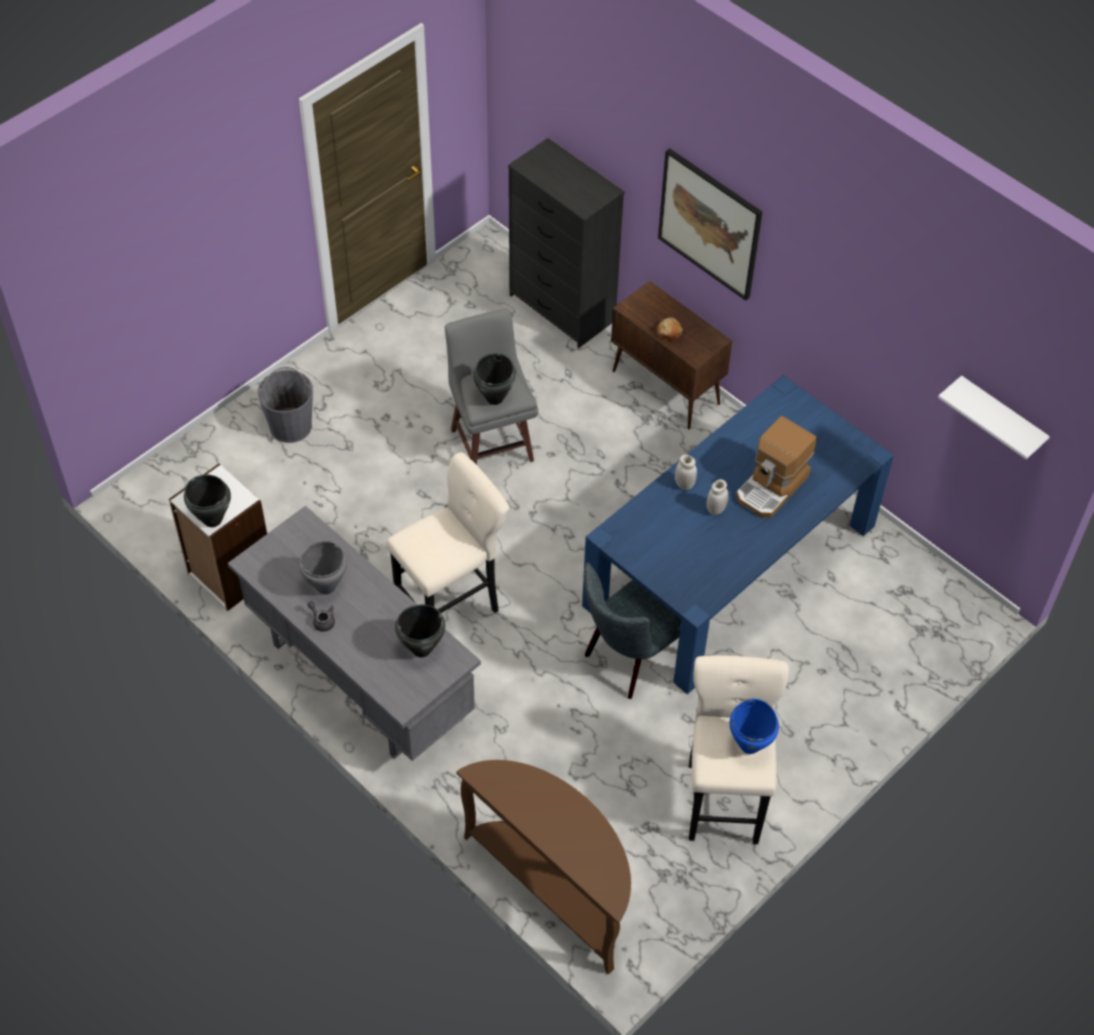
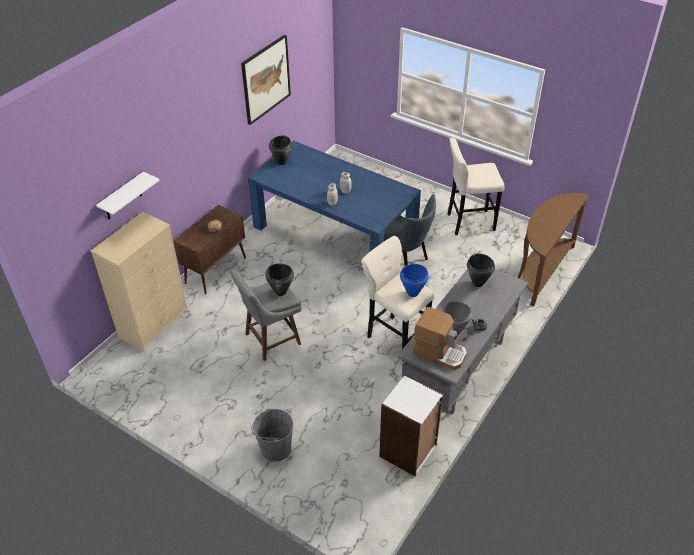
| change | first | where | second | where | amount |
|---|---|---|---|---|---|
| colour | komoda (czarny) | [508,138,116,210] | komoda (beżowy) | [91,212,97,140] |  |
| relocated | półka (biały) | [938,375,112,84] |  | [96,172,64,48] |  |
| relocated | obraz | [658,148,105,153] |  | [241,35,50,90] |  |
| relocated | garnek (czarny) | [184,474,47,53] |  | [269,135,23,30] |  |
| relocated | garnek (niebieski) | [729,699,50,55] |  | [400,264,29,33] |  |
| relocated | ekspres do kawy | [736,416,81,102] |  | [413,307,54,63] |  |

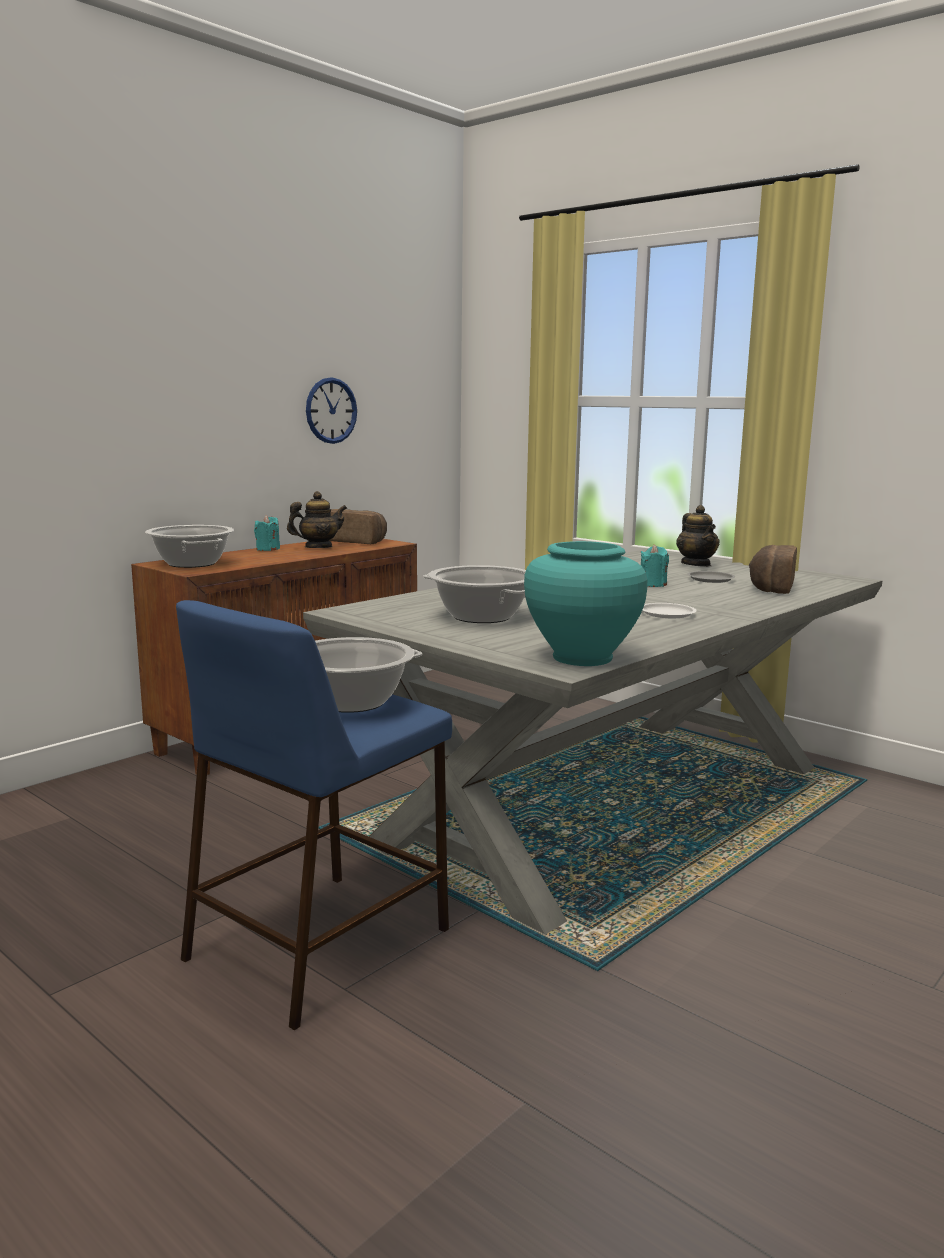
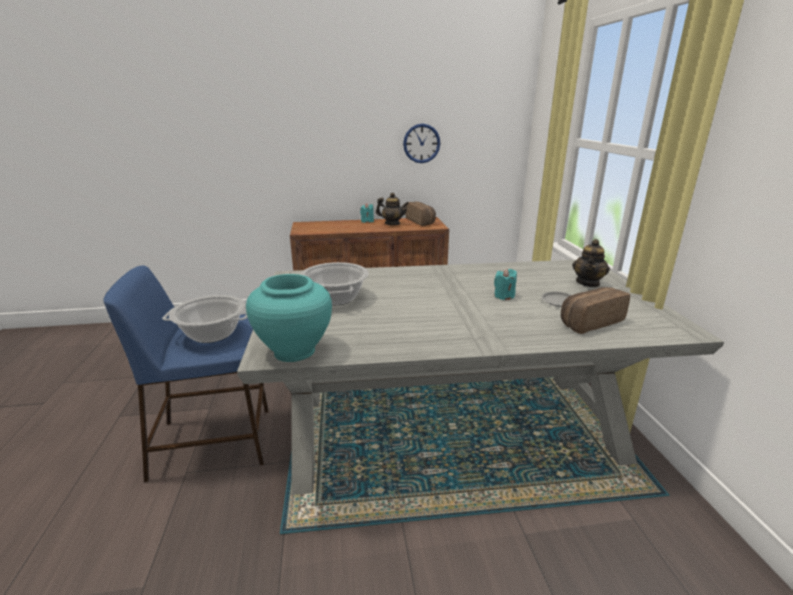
| change | first | where | second | where | amount |
|---|---|---|---|---|---|
| missing | garnek | [145,525,89,43] |  |  |  |
| missing | talerz (biały) | [643,603,54,15] |  |  |  |

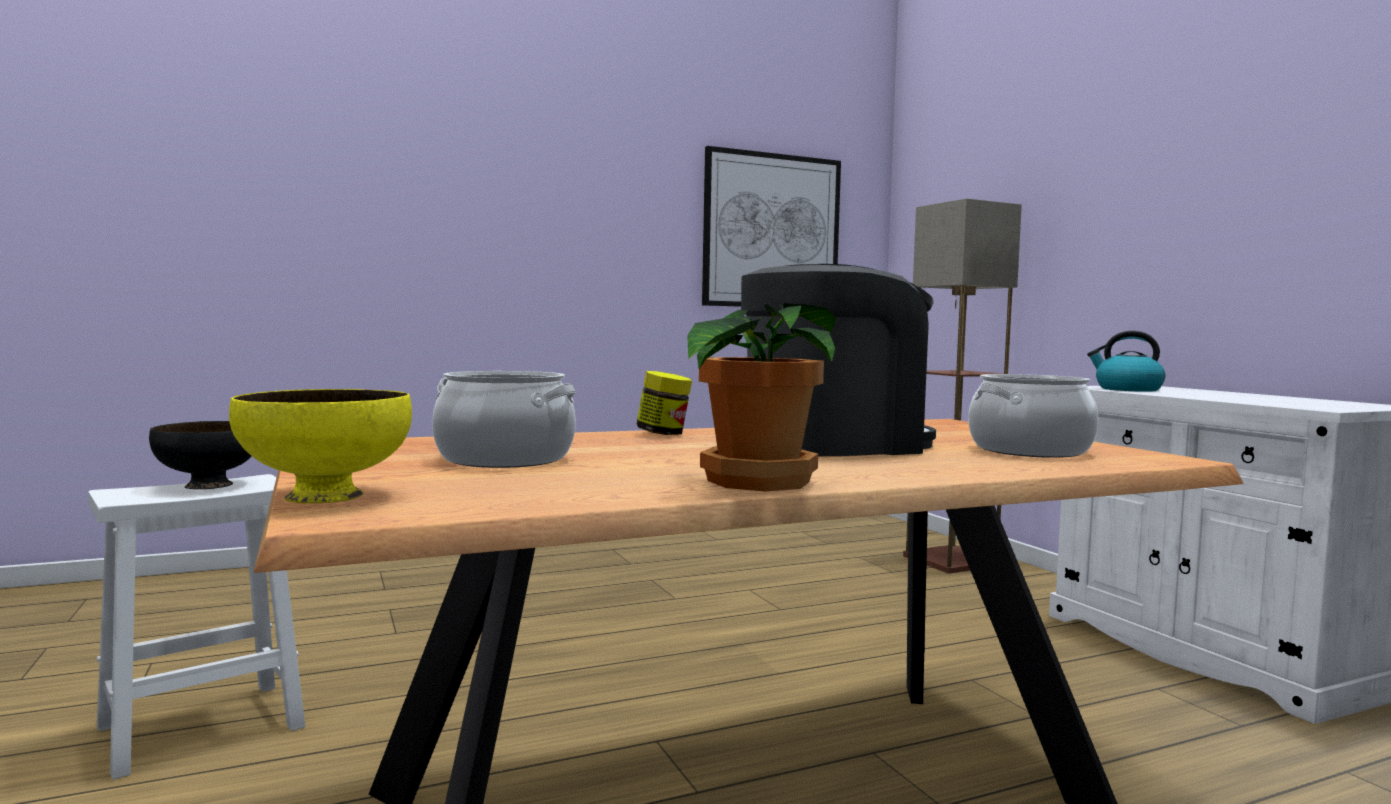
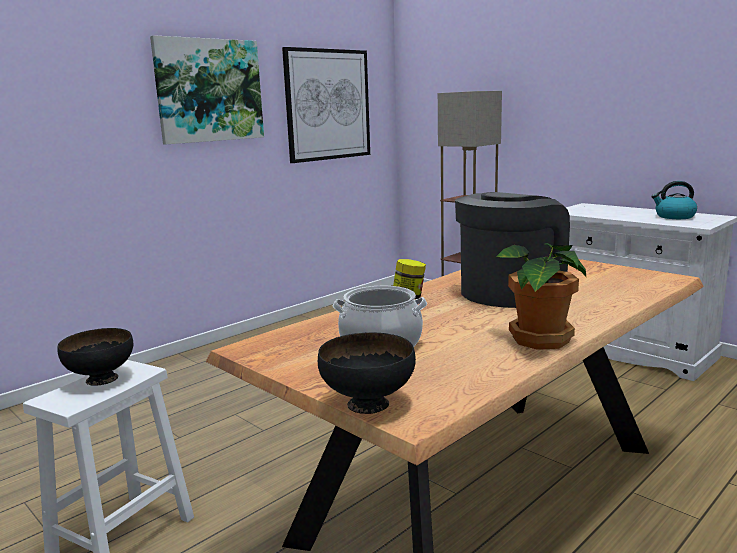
| change | first | where | second | where | amount |
|---|---|---|---|---|---|
| appeared |  |  | obraz | [150,35,114,109] |  |
| colour | miska (żółty) | [229,389,183,114] | miska (czarny) | [318,333,98,81] |  |
| relocated | czajnik | [1087,331,78,61] |  | [651,181,46,38] |  |
| missing | garnek | [968,374,131,84] |  |  |  |

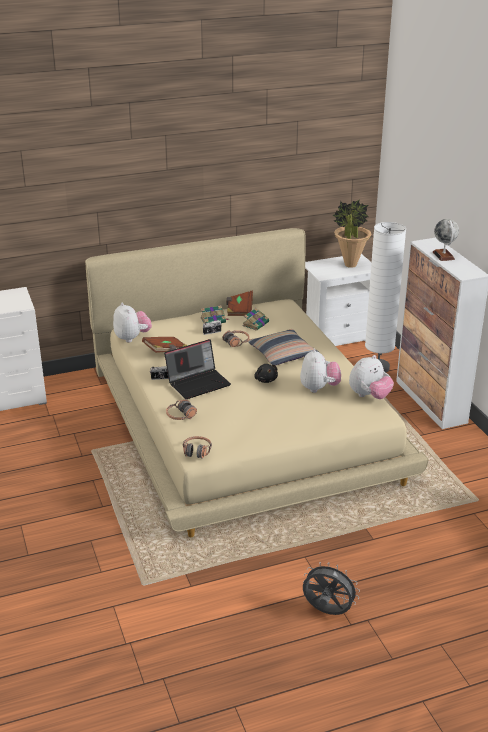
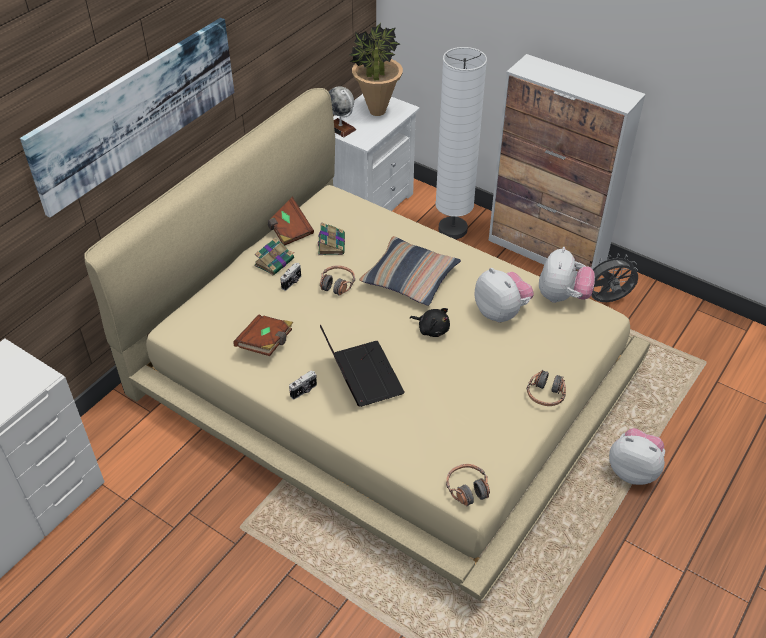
| change | first | where | second | where | amount |
|---|---|---|---|---|---|
| appeared |  |  | obraz | [20,18,214,199] |  |
| spun | laptop | [164,339,67,60] |  | [320,325,85,82] | 45 degrees counterclockwise |
| relocated | globus | [433,219,26,42] |  | [329,87,27,50] |  |
| relocated | słuchawki | [166,399,31,21] |  | [527,370,39,36] |  |
| relocated | wentylator (szary) | [303,562,57,53] |  | [591,253,47,49] |  |
| relocated | pluszak | [113,302,39,41] |  | [609,428,56,57] |  |

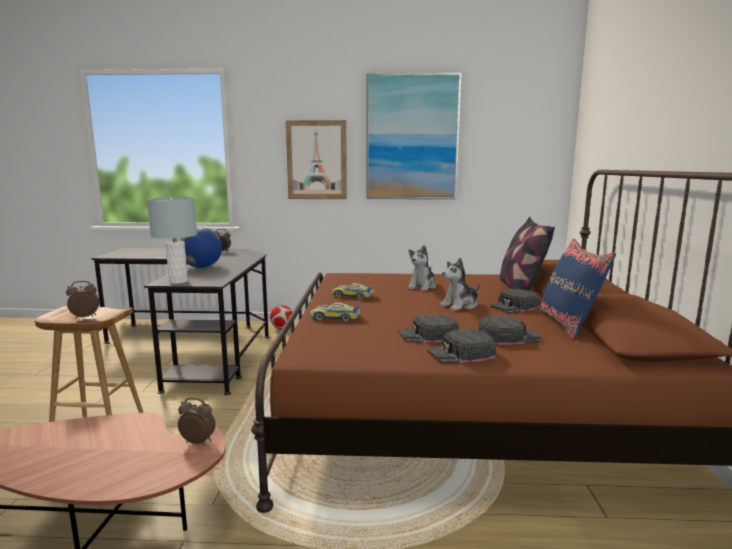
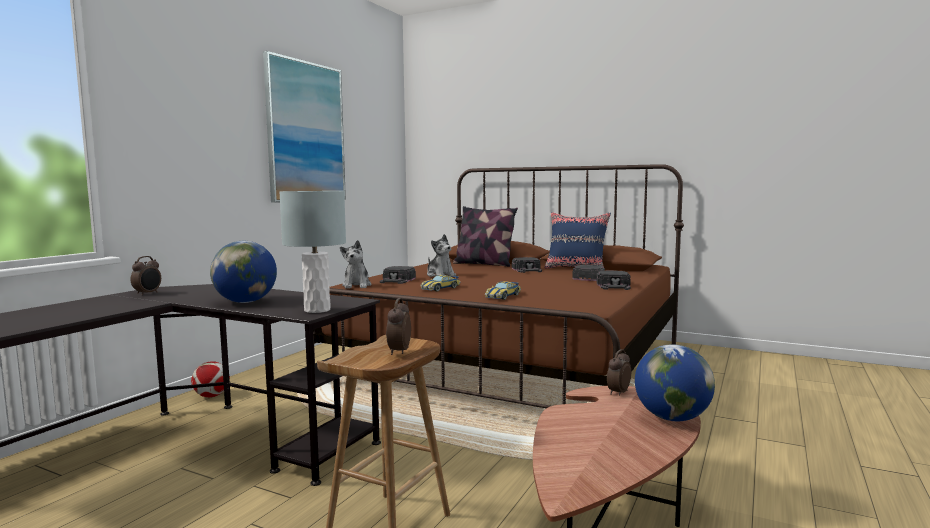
| change | first | where | second | where | amount |
|---|---|---|---|---|---|
| relocated | pluszak | [440,258,40,53] |  | [340,240,31,49] |  |
| relocated | czapka z daszkiem (czarny) | [398,314,61,29] |  | [380,266,36,18] |  |
| appeared |  |  | globus | [635,344,80,77] |  |
| missing | obraz | [286,120,61,79] |  |  |  |

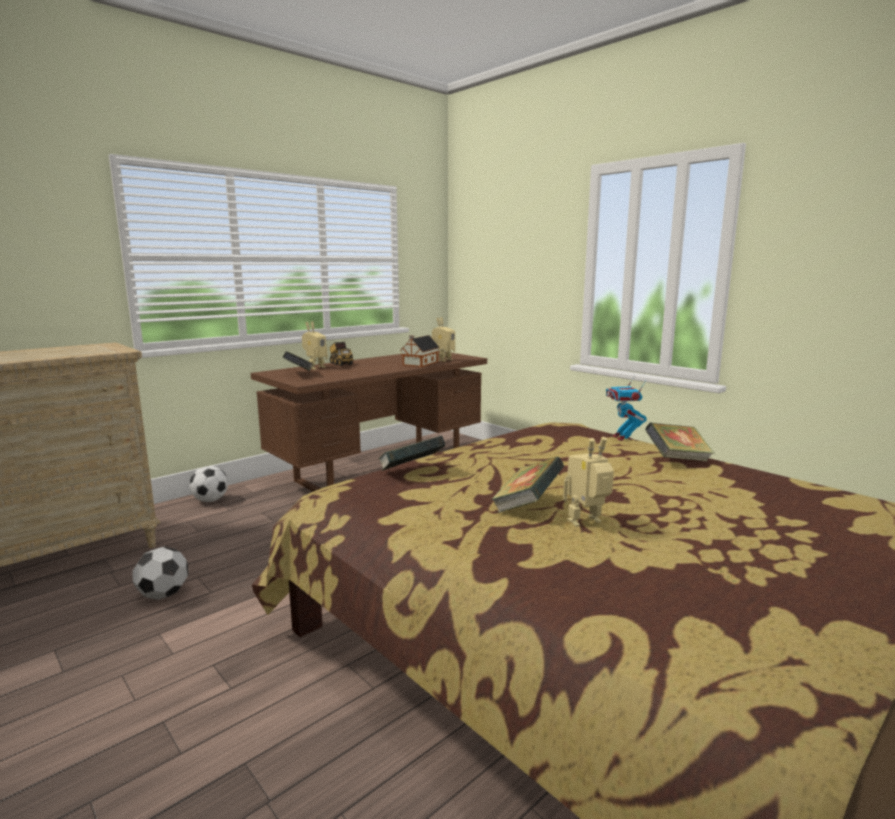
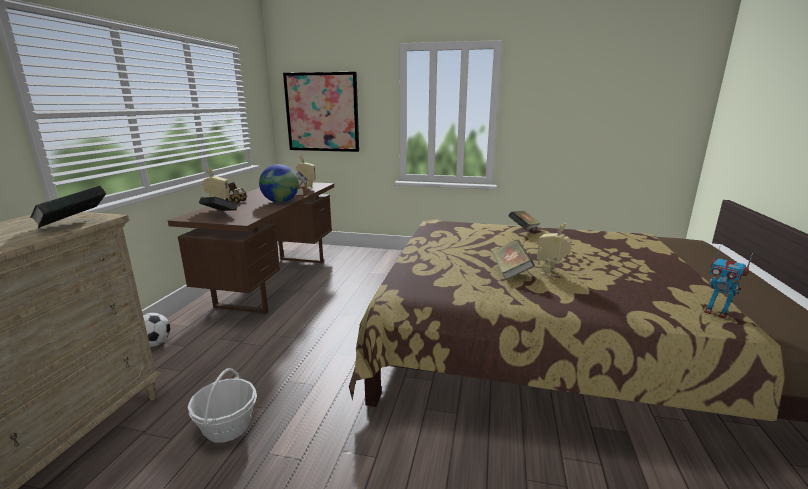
| change | first | where | second | where | amount |
|---|---|---|---|---|---|
| relocated | książka | [378,435,67,36] |  | [30,185,76,43] |  |
| exchanged | piłka futbolowa | [132,546,56,54] | koszyk | [187,368,70,75] |  |
| appeared |  |  | globus | [259,164,40,39] |  |
| appeared |  |  | obraz | [283,72,76,80] |  |
| relocated | robot zabawkowy | [606,375,41,66] |  | [704,247,49,72] |  |

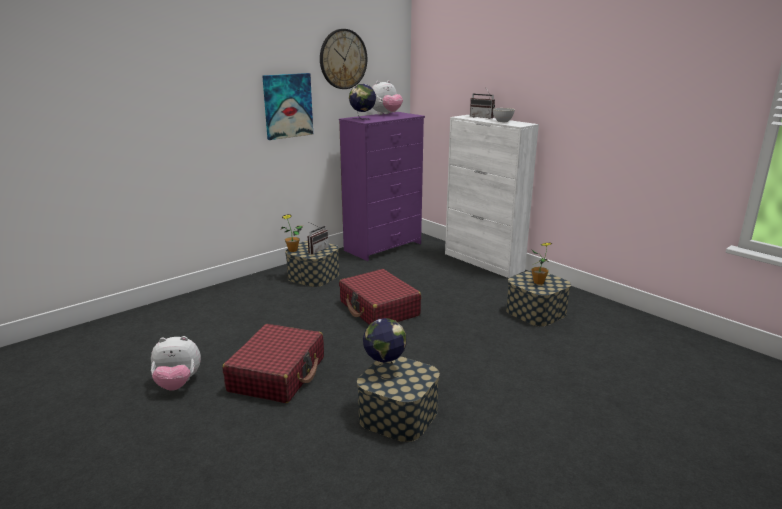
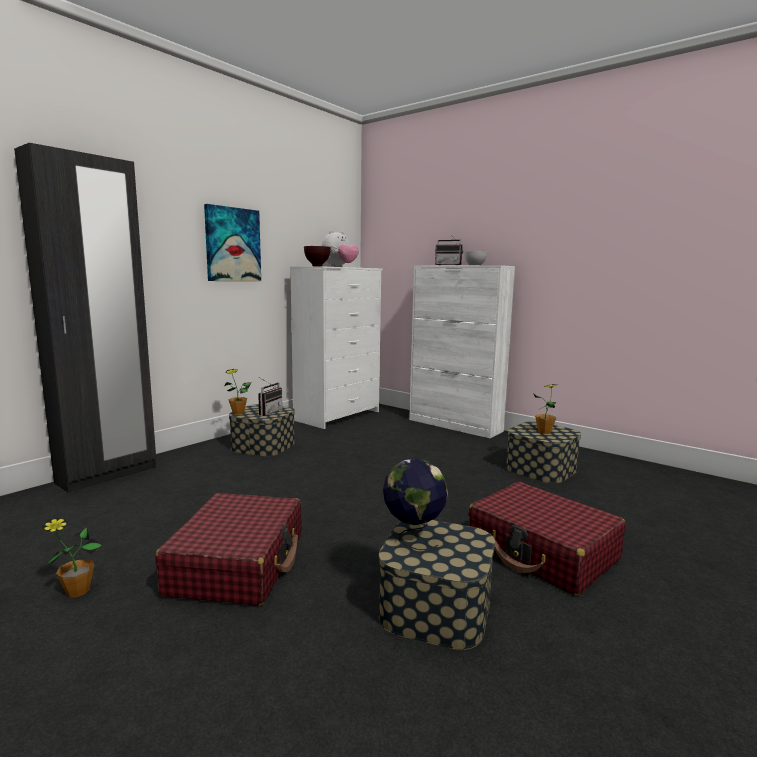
| change | first | where | second | where | amount |
|---|---|---|---|---|---|
| appeared |  |  | szafa (czarny) | [14,143,142,350] |  |
| exchanged | pluszak | [151,336,50,54] | roślina doniczkowa | [41,518,61,80] |  |
| colour | komoda (fioletowy) | [339,112,86,149] | komoda (biały) | [290,266,93,163] |  |
| exchanged | globus | [349,84,27,36] | miska (brązowy) | [304,246,27,21] |  |
| relocated | walizka (czerwony) | [339,269,82,56] |  | [468,482,158,114] |  |
| missing | zegar ścienny | [320,29,47,60] |  |  |  |

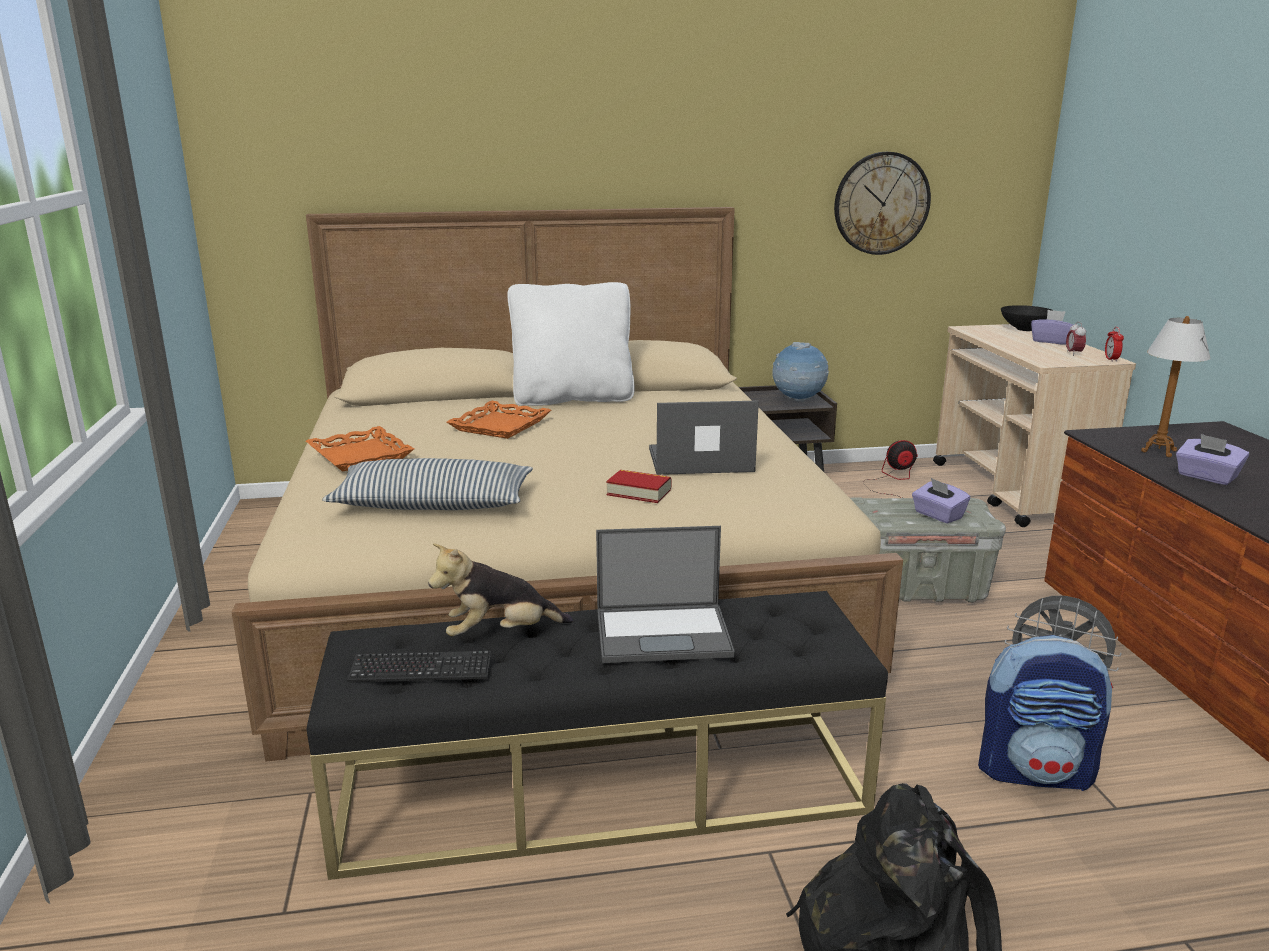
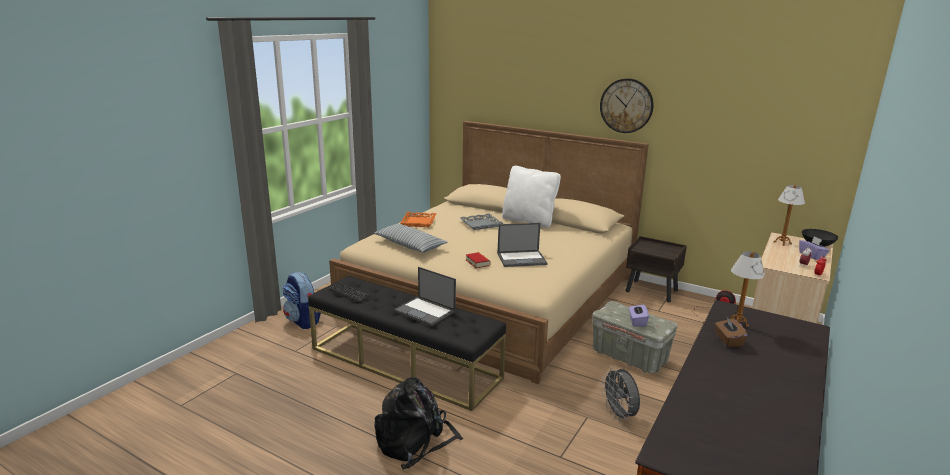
| change | first | where | second | where | amount |
|---|---|---|---|---|---|
| relocated | plecak | [978,635,135,156] |  | [282,272,39,57] |  |
| colour | taca (pomarańczowy) | [446,400,105,39] | taca (szary) | [460,213,43,17] |  |
| spun | laptop | [649,401,110,74] |  | [498,223,49,44] | 135 degrees clockwise |
| relocated | zegar ścienny | [834,152,97,103] |  | [600,78,53,55] |  |
| colour | pudełko chusteczek (fioletowy) | [1176,434,73,51] | pudełko chusteczek (brązowy) | [715,317,33,30] |  |
| appeared |  |  | lampa stołowa | [774,185,31,61] |  |
| missing | pluszak | [428,543,145,93] |  |  |  |
| missing | globus | [772,342,57,60] |  |  |  |

